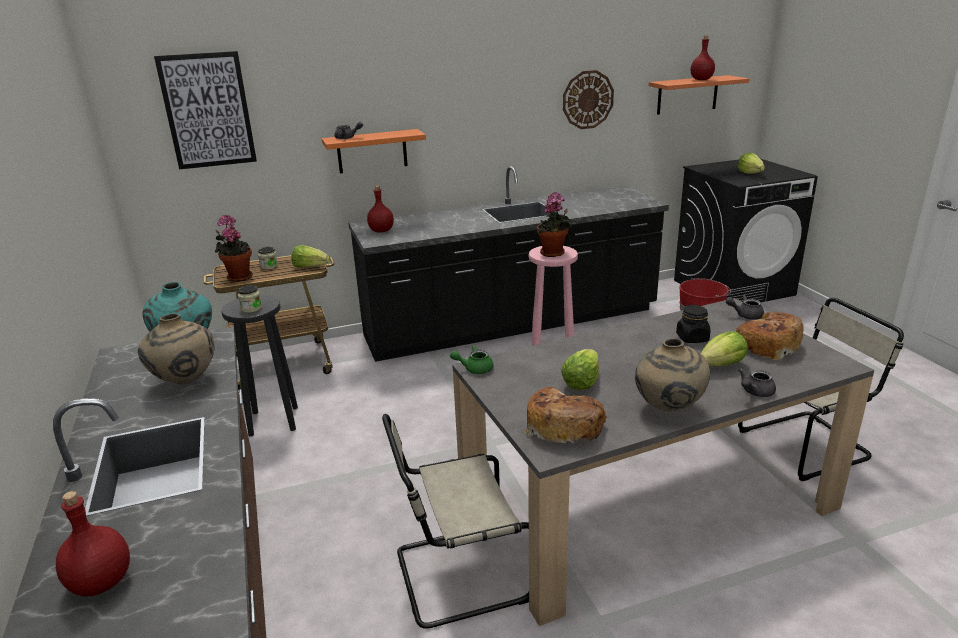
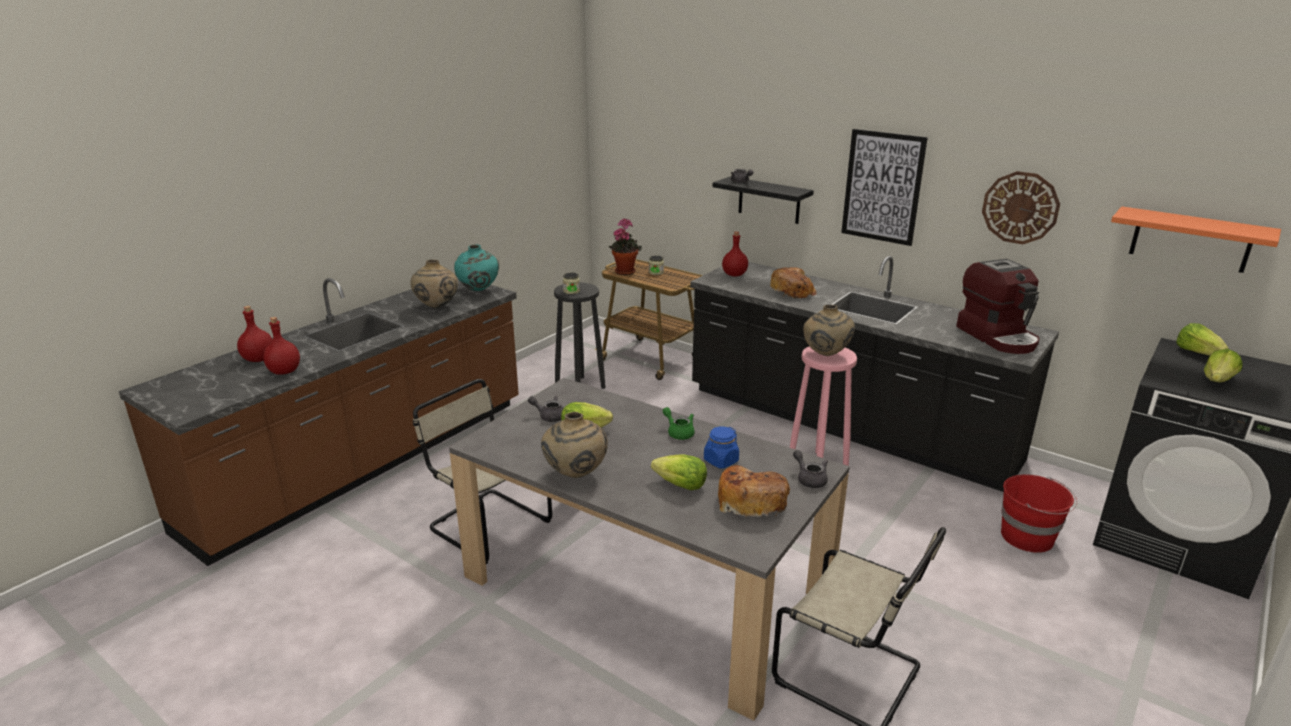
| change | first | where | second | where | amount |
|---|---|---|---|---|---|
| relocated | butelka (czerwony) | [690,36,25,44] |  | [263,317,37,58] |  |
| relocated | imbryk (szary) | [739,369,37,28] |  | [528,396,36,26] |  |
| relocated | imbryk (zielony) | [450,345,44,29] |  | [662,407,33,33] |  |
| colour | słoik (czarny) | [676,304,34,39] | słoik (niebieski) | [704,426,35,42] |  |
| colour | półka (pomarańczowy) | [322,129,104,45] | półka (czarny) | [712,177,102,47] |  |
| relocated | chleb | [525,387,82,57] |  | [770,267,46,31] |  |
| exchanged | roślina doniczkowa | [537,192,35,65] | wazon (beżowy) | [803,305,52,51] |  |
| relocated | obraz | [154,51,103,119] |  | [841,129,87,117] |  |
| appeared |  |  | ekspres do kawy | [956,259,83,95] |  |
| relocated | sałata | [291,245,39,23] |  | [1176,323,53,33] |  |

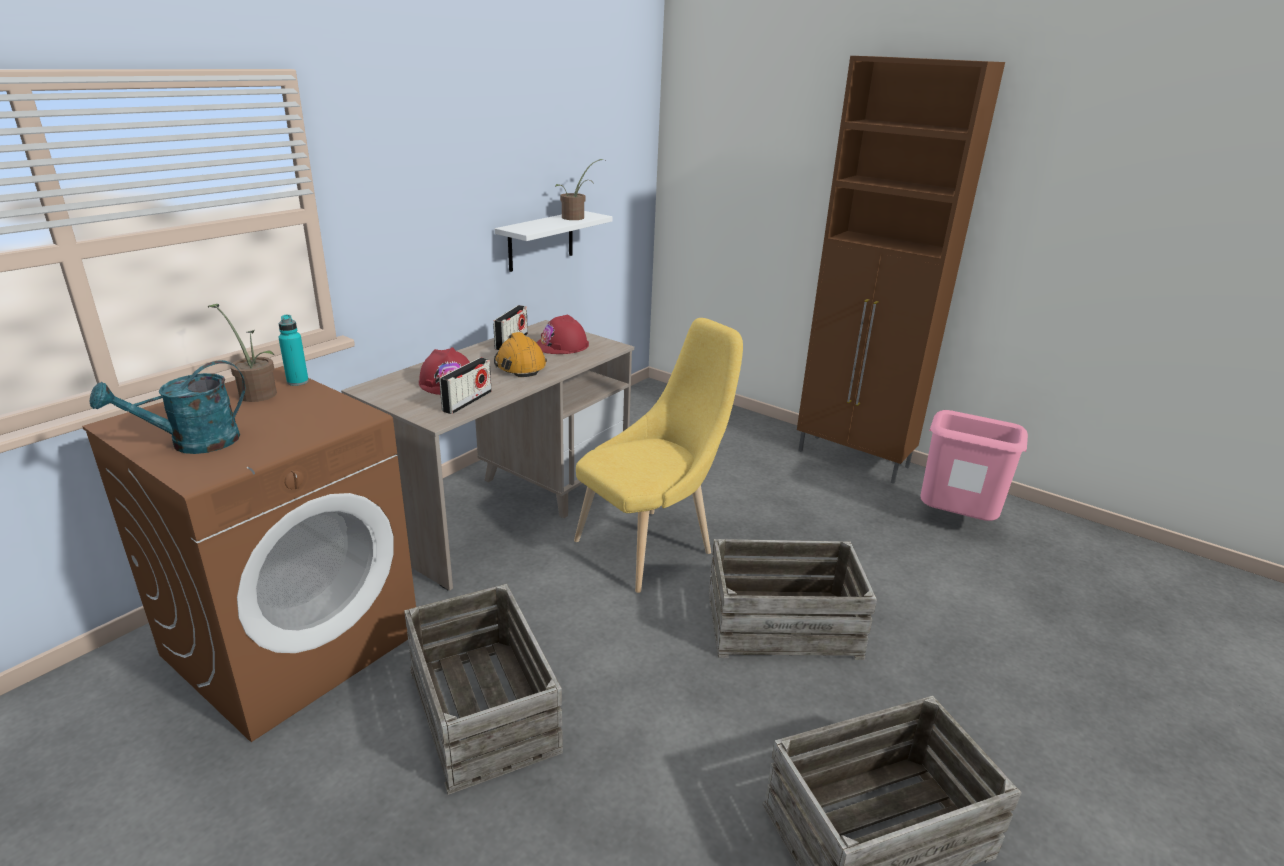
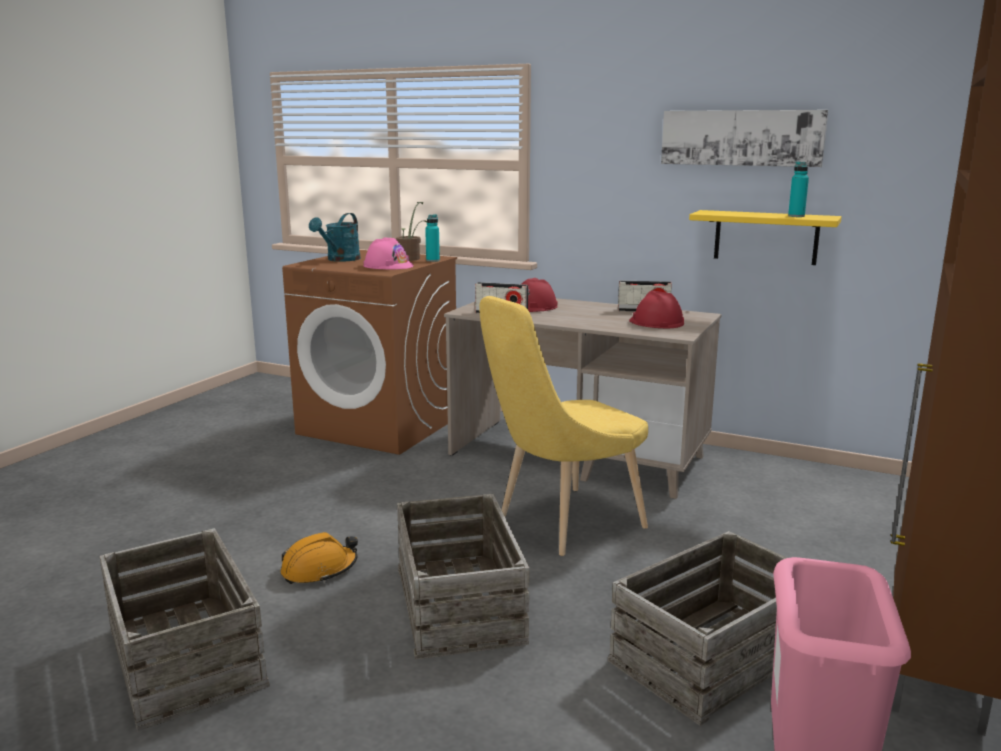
| change | first | where | second | where | amount |
|---|---|---|---|---|---|
| relocated | kask (pomarańczowy) | [494,332,53,45] |  | [281,532,77,52] |  |
| spun | konewka (turkusowy) | [90,360,155,94] |  | [309,213,52,49] | 105 degrees counterclockwise |
| appeared |  |  | kask (różowy) | [364,237,49,32] |  |
| spun | krzesło (żółty) | [574,318,169,275] |  | [479,296,169,260] | 105 degrees clockwise |
| relocated | skrzynka | [404,584,159,211] |  | [608,531,178,195] |  |
| appeared |  |  | obraz | [661,110,167,57] |  |
| colour | półka (biały) | [495,211,118,61] | półka (żółty) | [689,210,153,55] |  |
| exchanged | roślina doniczkowa | [555,159,52,61] | butelka (turkusowy) | [788,161,21,56] |  |

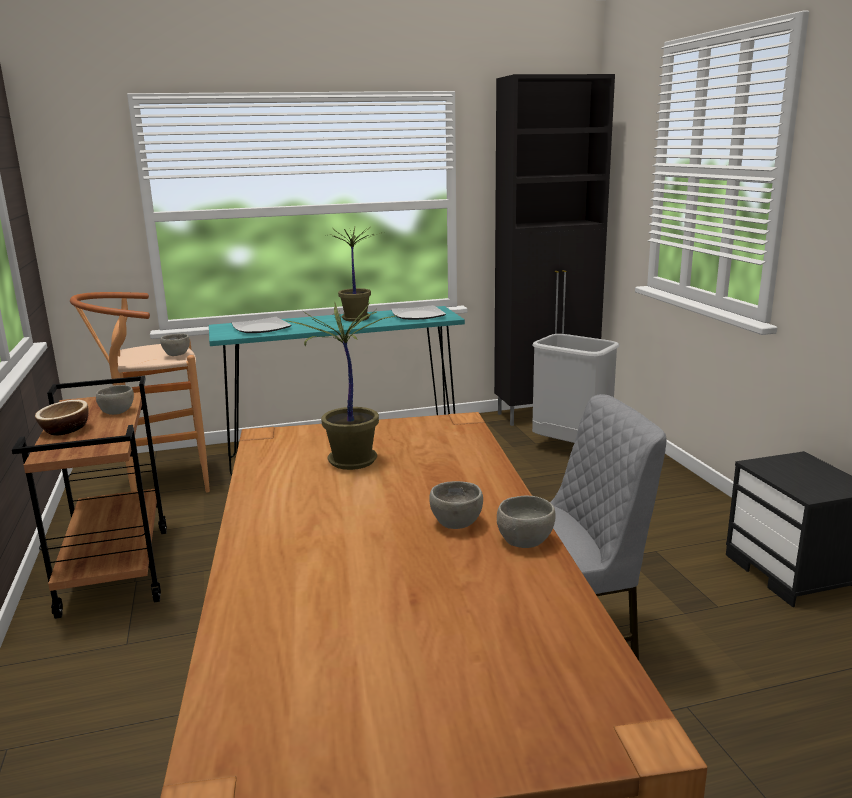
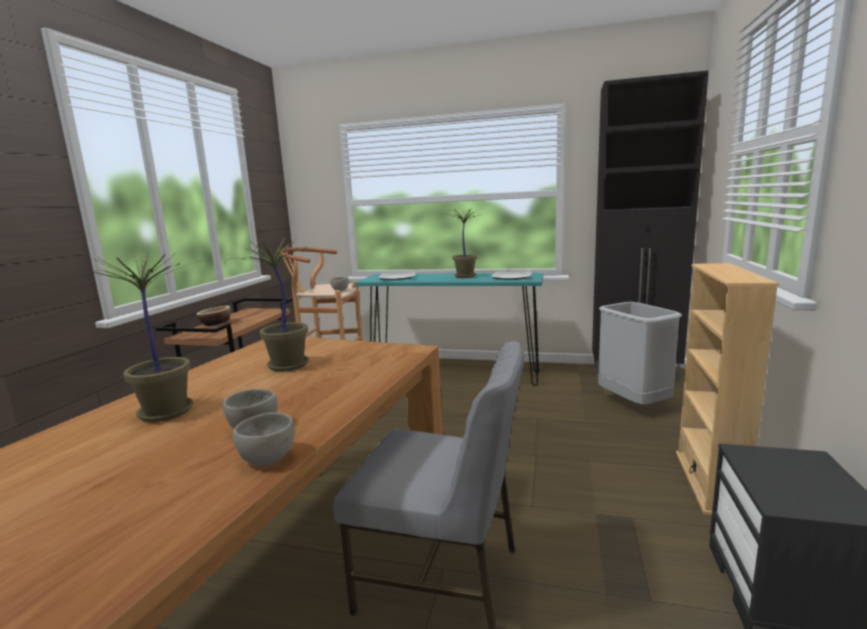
| change | first | where | second | where | amount |
|---|---|---|---|---|---|
| appeared |  |  | roślina doniczkowa | [74,251,130,171] |  |
| appeared |  |  | regał (beżowy) | [676,263,103,252] |  |
| missing | miska (szary) | [96,385,38,30] |  |  |  |

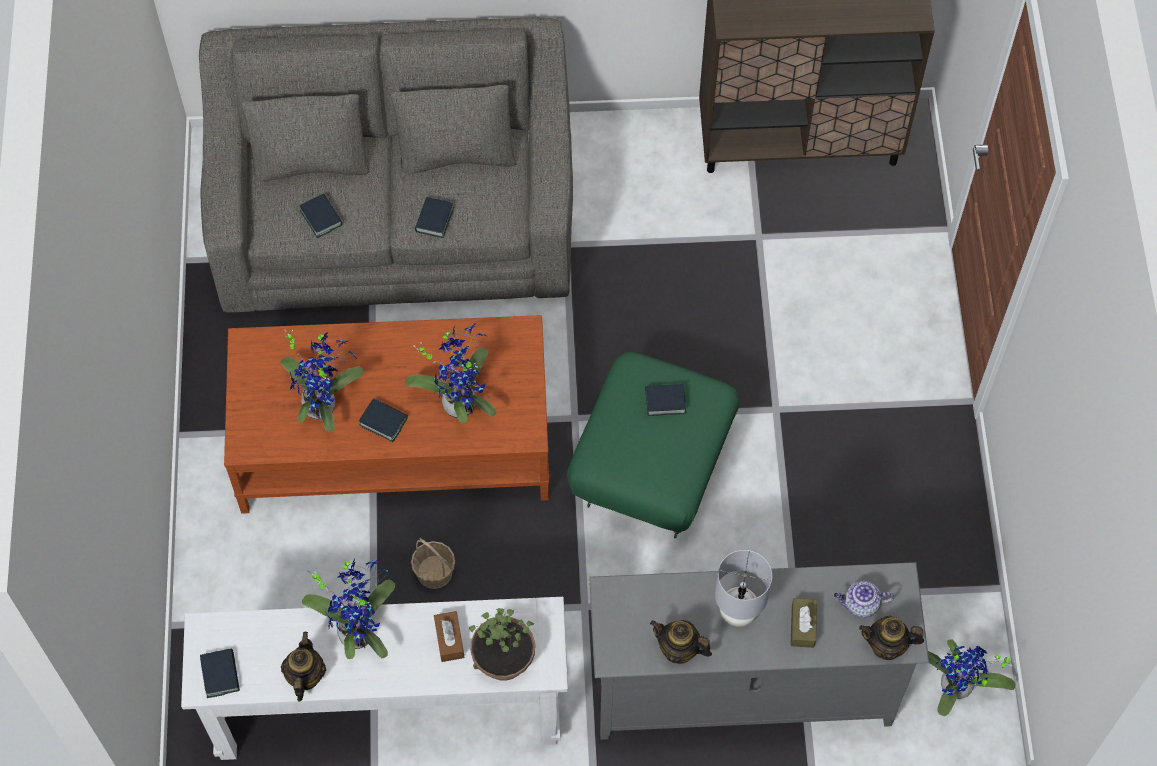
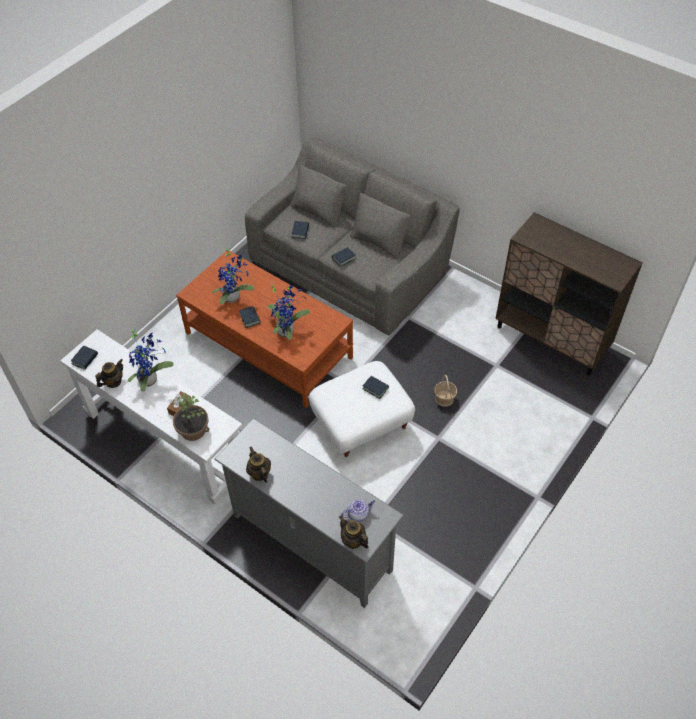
| change | first | where | second | where | amount |
|---|---|---|---|---|---|
| colour | pufa (zielony) | [567,352,172,186] | pufa (biały) | [309,361,106,98] |  |
| spun | imbryk | [834,581,60,37] |  | [341,499,34,23] | 120 degrees clockwise |
| relocated | koszyk | [411,538,44,51] |  | [434,375,23,32] |  |
| missing | lampa stołowa (szary) | [715,550,57,77] |  |  |  |
| missing | pudełko chusteczek (brązowy) | [790,598,27,50] |  |  |  |
| missing | roślina doniczkowa | [928,639,88,77] |  |  |  |

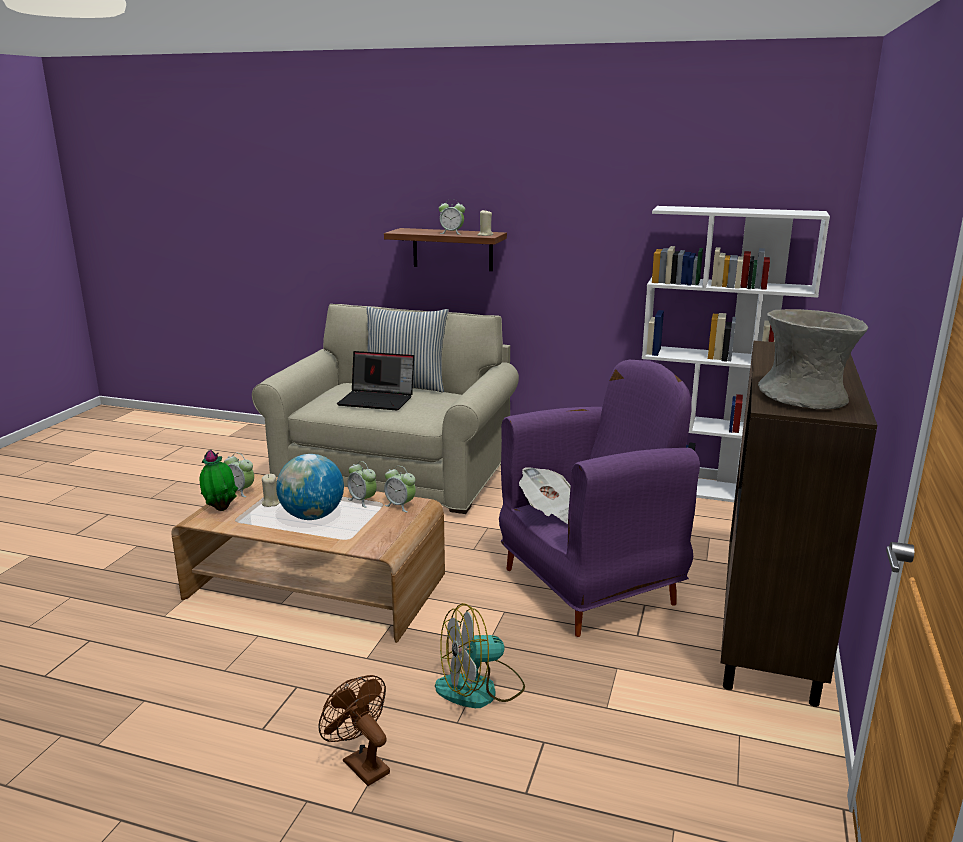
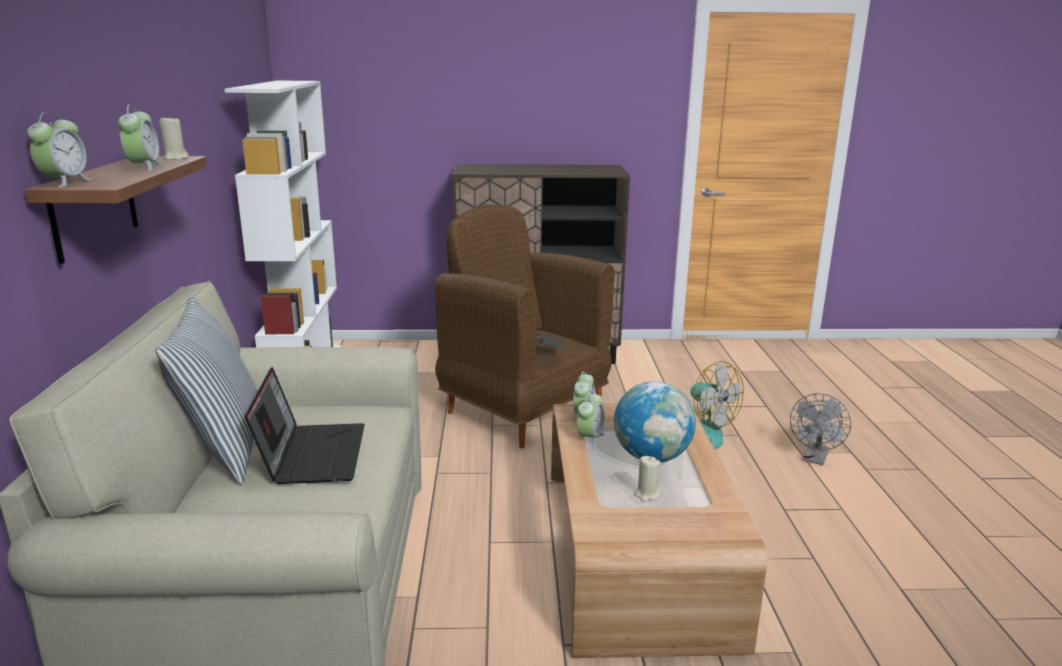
| change | first | where | second | where | amount |
|---|---|---|---|---|---|
| relocated | budzik | [224,453,30,44] |  | [27,112,65,75] |  |
| colour | fotel (fioletowy) | [499,360,201,277] | fotel (brązowy) | [434,204,181,244] |  |
| colour | wentylator (brązowy) | [318,675,72,111] | wentylator (szary) | [790,393,61,72] |  |
| missing | roślina doniczkowa | [200,450,38,61] |  |  |  |
| missing | wazon (szary) | [758,309,110,100] |  |  |  |

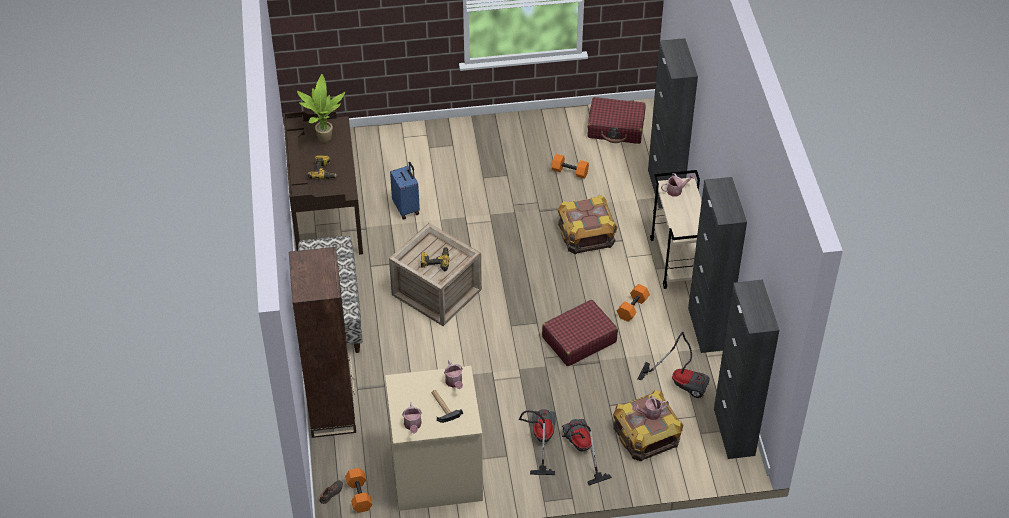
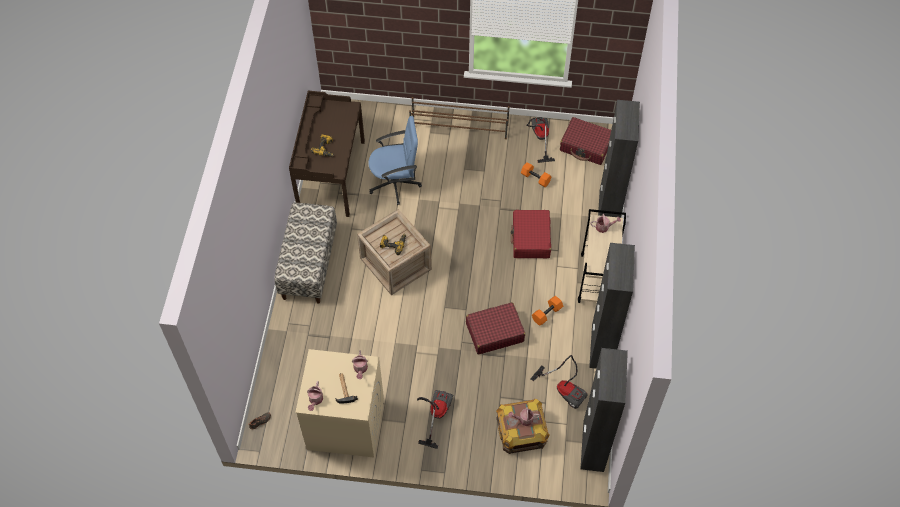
| change | first | where | second | where | amount |
|---|---|---|---|---|---|
| exchanged | walizka (niebieski) | [390,162,30,57] | krzesło biurowe (niebieski) | [368,116,54,89] |  |
| appeared |  |  | regał na buty (brązowy) | [409,97,100,42] |  |
| exchanged | skrzynka | [558,195,59,59] | walizka (czerwony) | [511,210,40,48] |  |
| relocated | odkurzacz | [562,419,50,66] |  | [526,117,29,46] |  |
| missing | regał (brązowy) | [289,247,67,191] |  |  |  |
| missing | roślina doniczkowa | [297,74,48,69] |  |  |  |
| missing | hantel (pomarańczowy) | [345,468,28,45] |  |  |  |

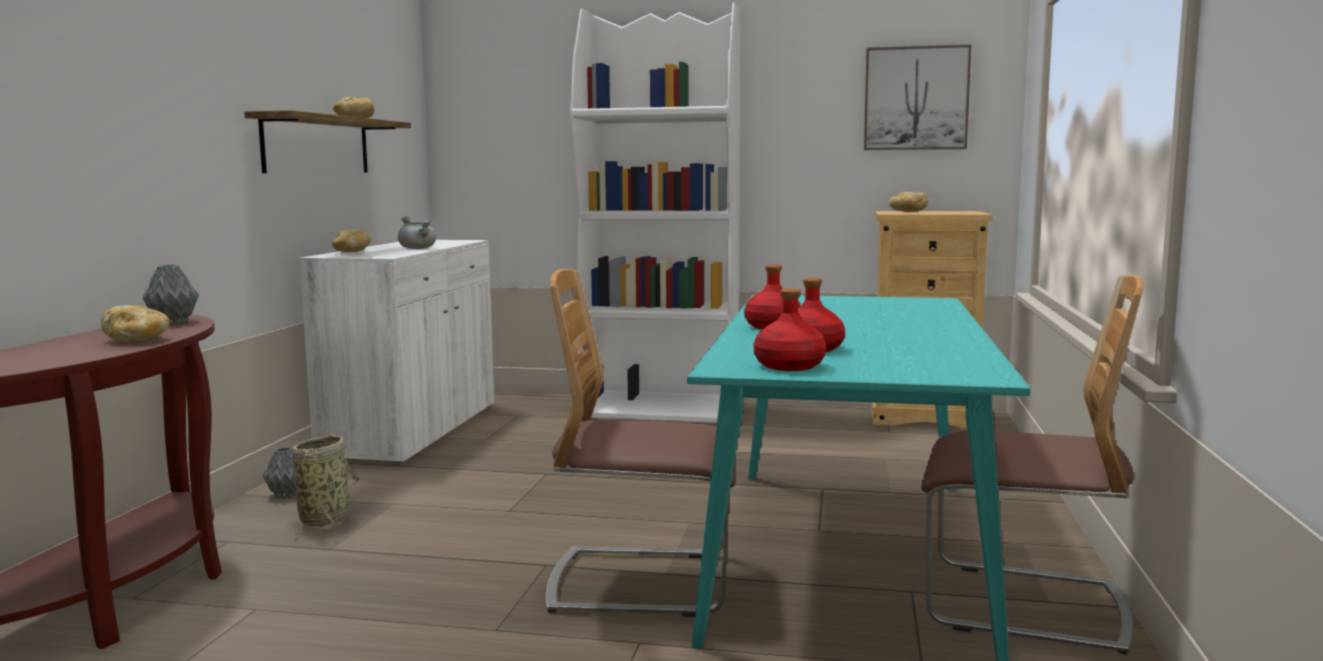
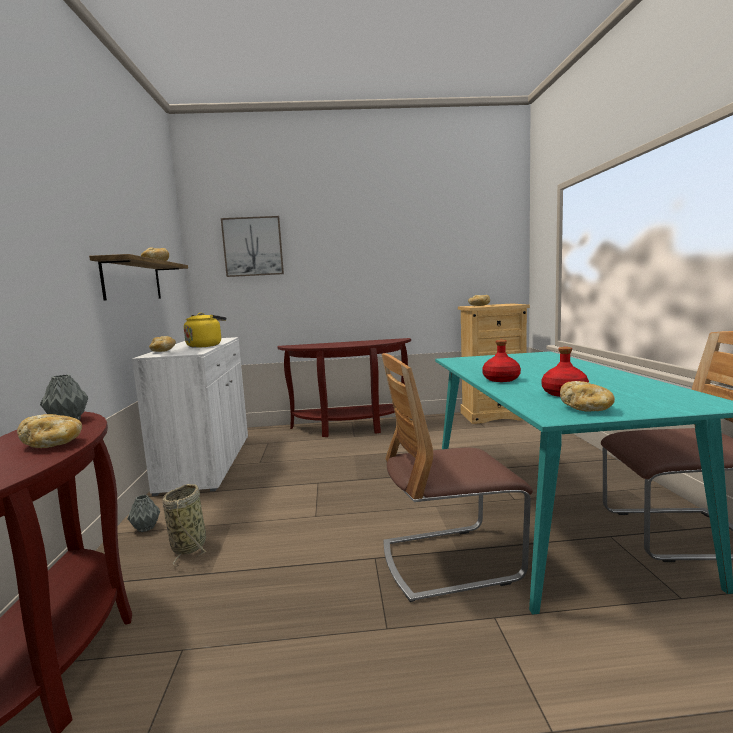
| change | first | where | second | where | amount |
|---|---|---|---|---|---|
| exchanged | garnek (szary) | [398,216,38,33] | czajnik (żółty) | [184,313,42,35] |  |
| relocated | obraz | [864,45,107,105] |  | [221,216,63,61] |  |
| exchanged | regał (biały) | [570,2,171,421] | stolik konsolowy (brązowy) | [278,338,133,99] |  |
| exchanged | butelka (czerwony) | [754,288,72,83] | chleb | [560,381,55,31] |  |

